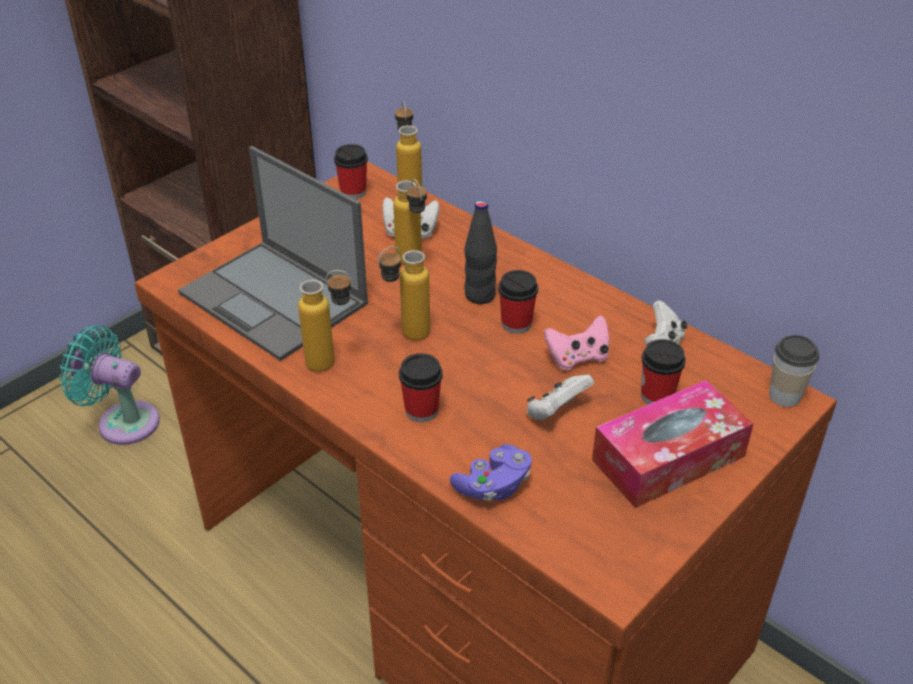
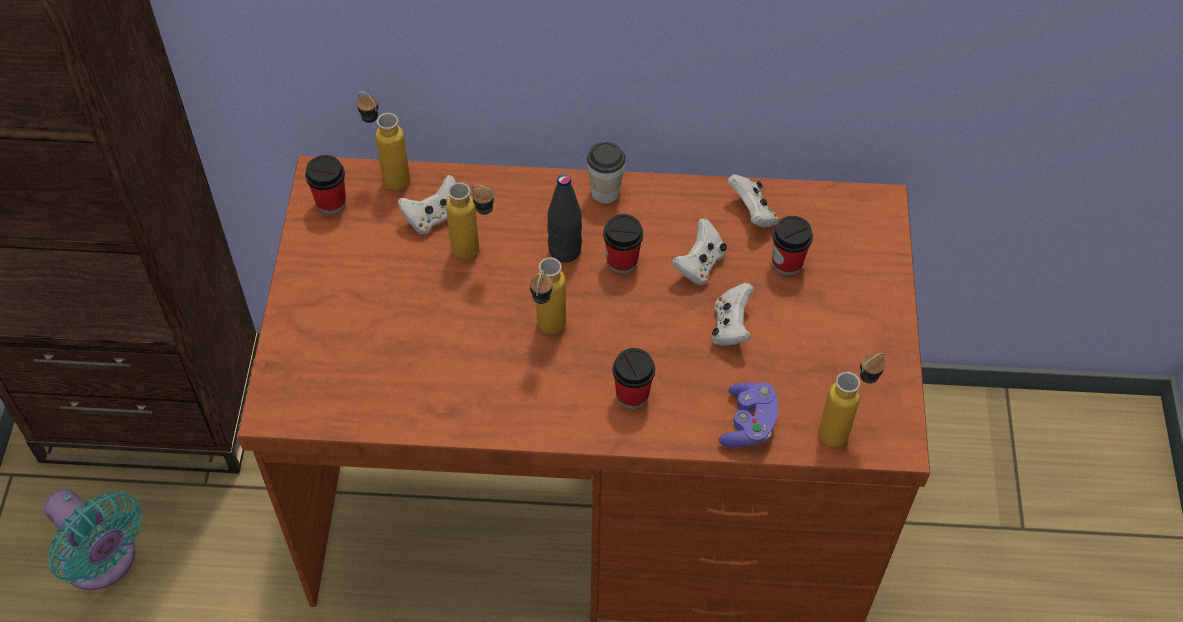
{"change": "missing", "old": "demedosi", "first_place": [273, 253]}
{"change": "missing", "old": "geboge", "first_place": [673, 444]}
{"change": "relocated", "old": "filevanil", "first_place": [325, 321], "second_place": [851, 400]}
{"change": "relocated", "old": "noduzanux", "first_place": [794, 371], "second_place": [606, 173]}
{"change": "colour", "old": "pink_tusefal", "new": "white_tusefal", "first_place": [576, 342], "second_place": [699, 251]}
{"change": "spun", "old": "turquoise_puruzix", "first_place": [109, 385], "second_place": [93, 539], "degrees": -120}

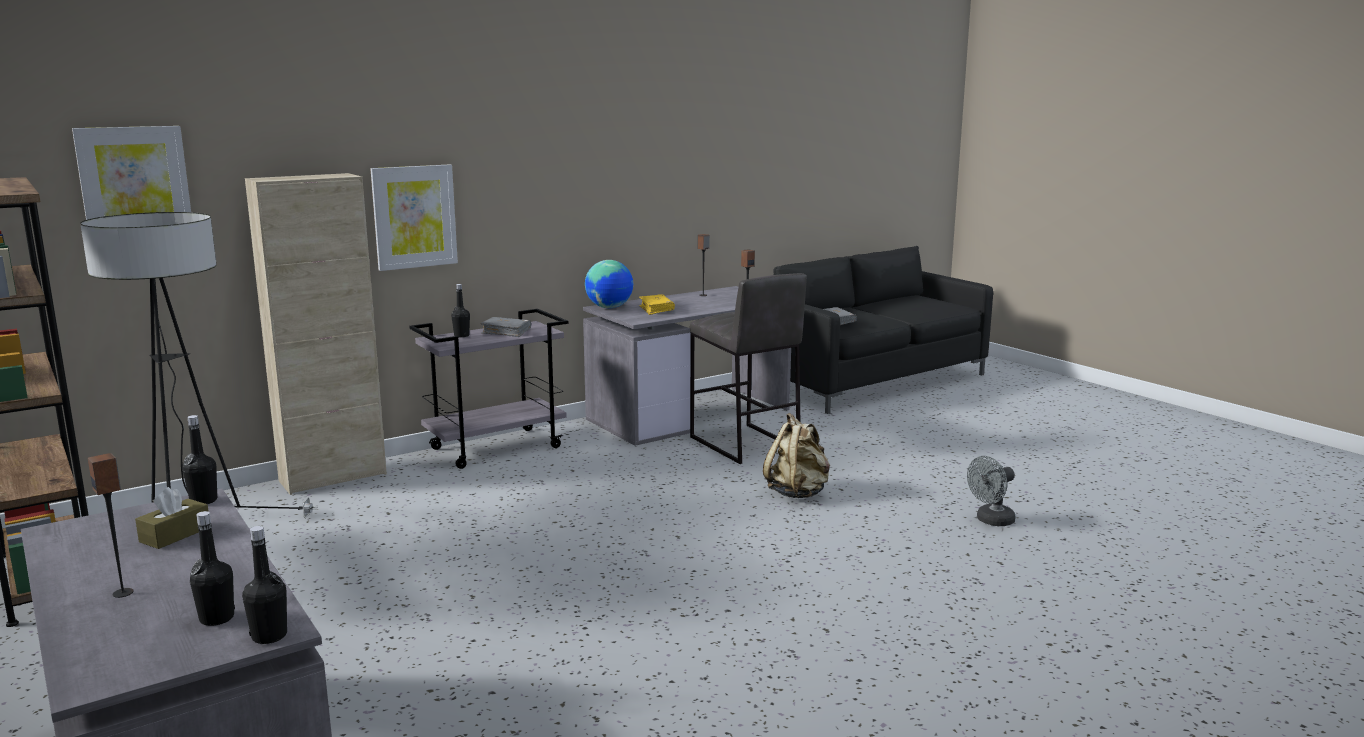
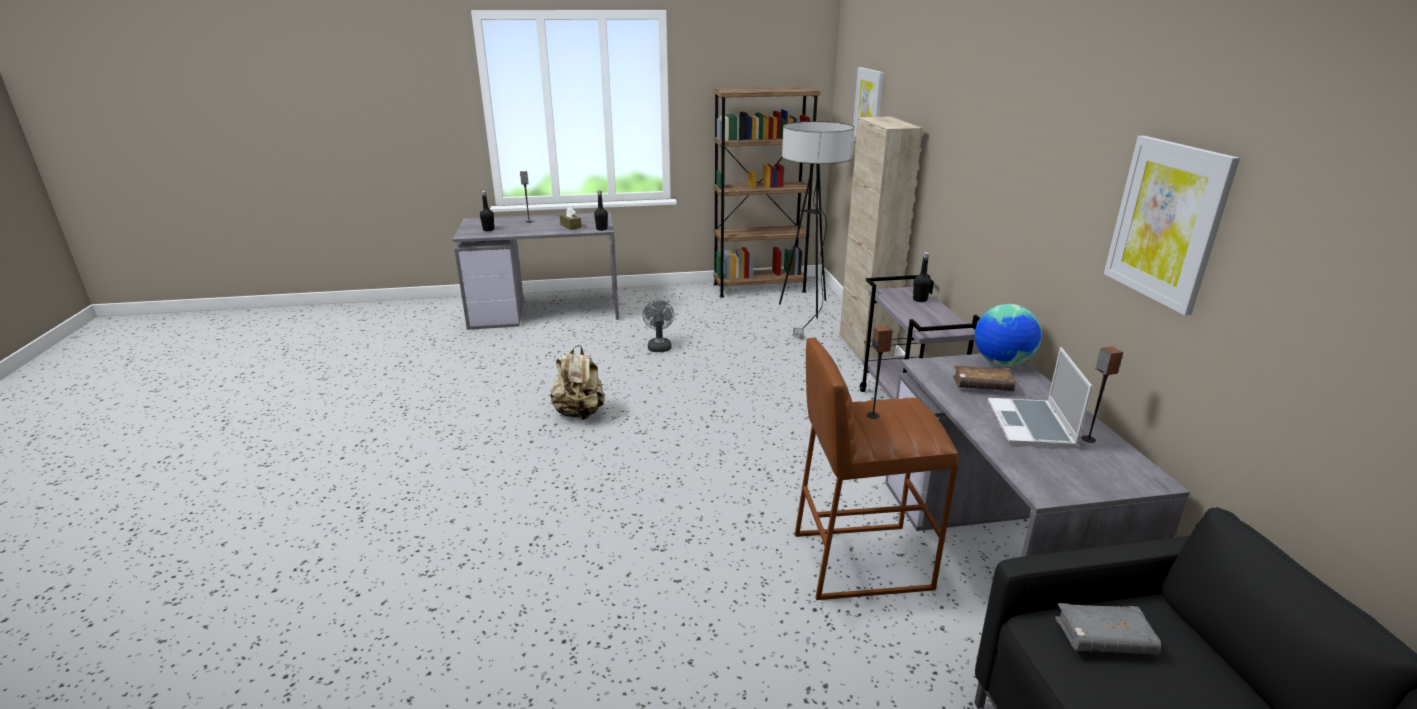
{"change": "missing", "old": "black_filevanil", "first_place": [264, 585]}
{"change": "missing", "old": "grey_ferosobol", "first_place": [505, 327]}
{"change": "appeared", "new": "demedosi", "second_place": [1040, 397]}
{"change": "relocated", "old": "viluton", "first_place": [414, 217], "second_place": [1172, 225]}
{"change": "relocated", "old": "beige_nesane", "first_place": [796, 455], "second_place": [577, 382]}
{"change": "relocated", "old": "grey_puruzix", "first_place": [991, 491], "second_place": [658, 326]}
{"change": "colour", "old": "yellow_ferosobol", "new": "brown_ferosobol", "first_place": [657, 304], "second_place": [984, 378]}
{"change": "colour", "old": "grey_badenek", "new": "brown_badenek", "first_place": [748, 368], "second_place": [877, 469]}

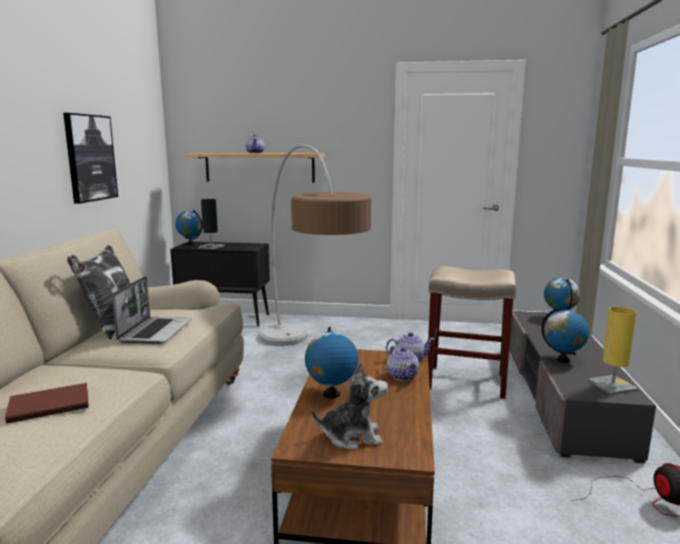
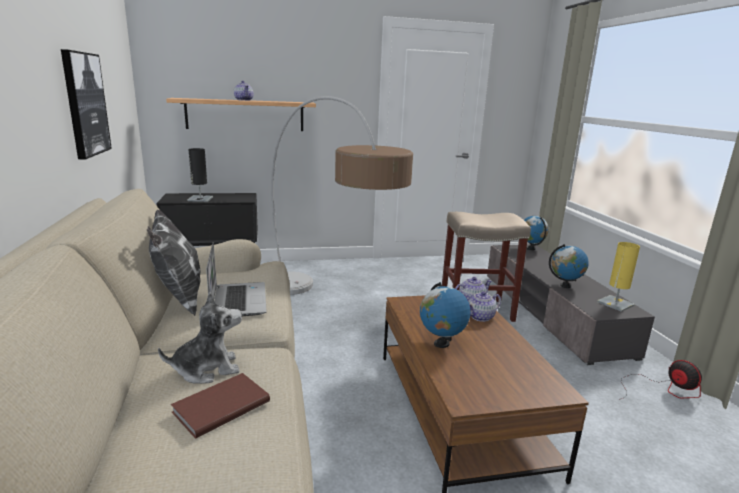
{"change": "missing", "old": "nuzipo", "first_place": [189, 227]}
{"change": "relocated", "old": "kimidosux", "first_place": [349, 405], "second_place": [200, 338]}
{"change": "spun", "old": "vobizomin", "first_place": [403, 363], "second_place": [484, 306], "degrees": 105}

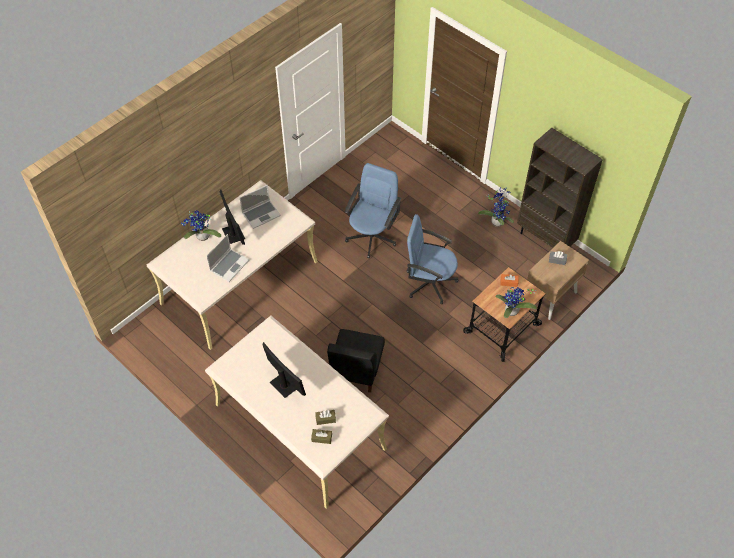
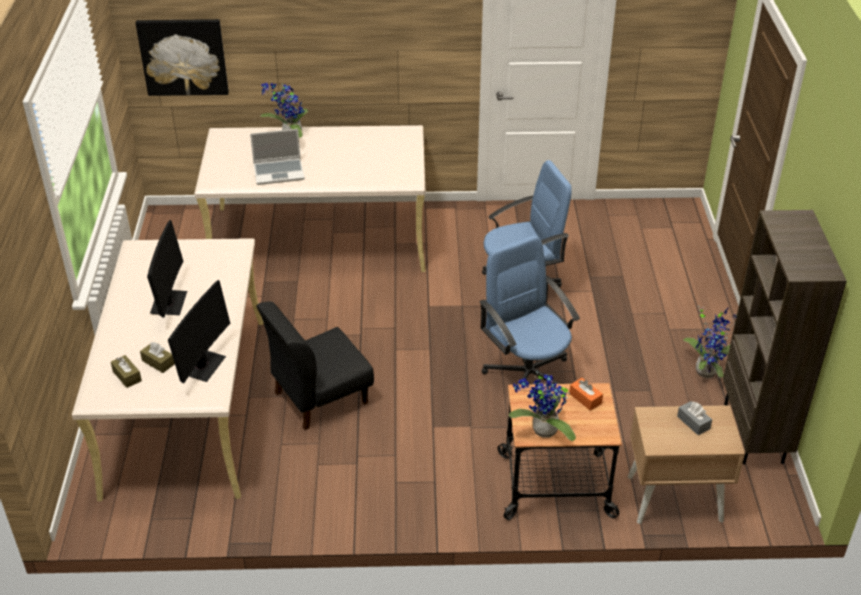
{"change": "missing", "old": "demedosi", "first_place": [260, 207]}
{"change": "appeared", "new": "viluton", "second_place": [182, 57]}
{"change": "relocated", "old": "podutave", "first_place": [232, 217], "second_place": [199, 331]}

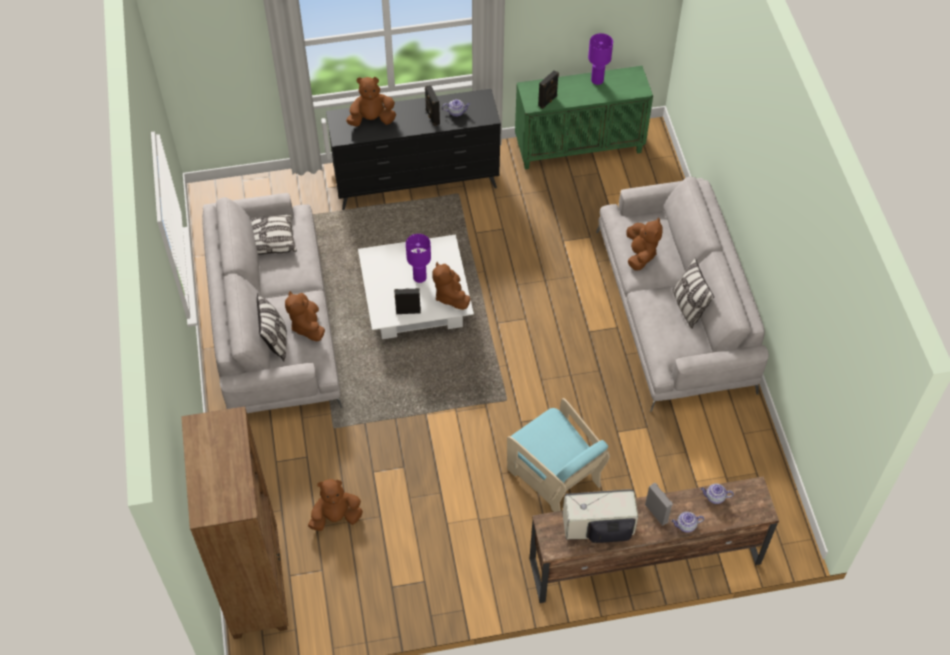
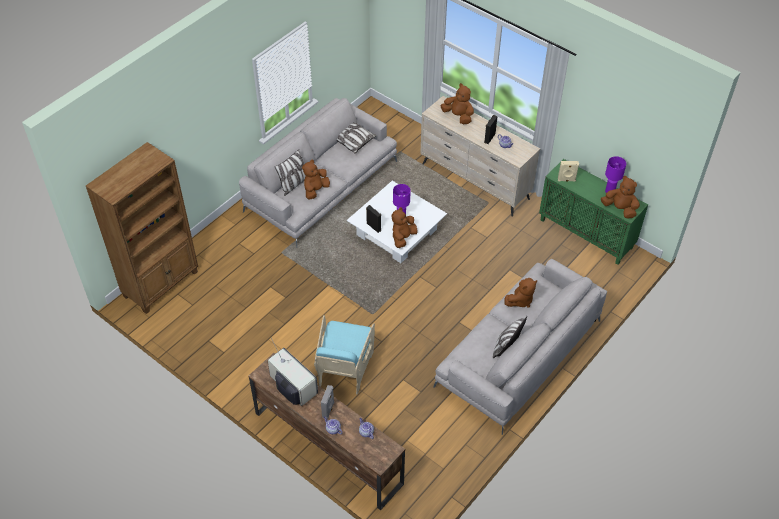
{"change": "relocated", "old": "brown_kimidosux", "first_place": [335, 505], "second_place": [620, 197]}
{"change": "colour", "old": "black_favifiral", "new": "beige_favifiral", "first_place": [413, 149], "second_place": [480, 156]}
{"change": "colour", "old": "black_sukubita", "new": "beige_sukubita", "first_place": [548, 89], "second_place": [568, 171]}

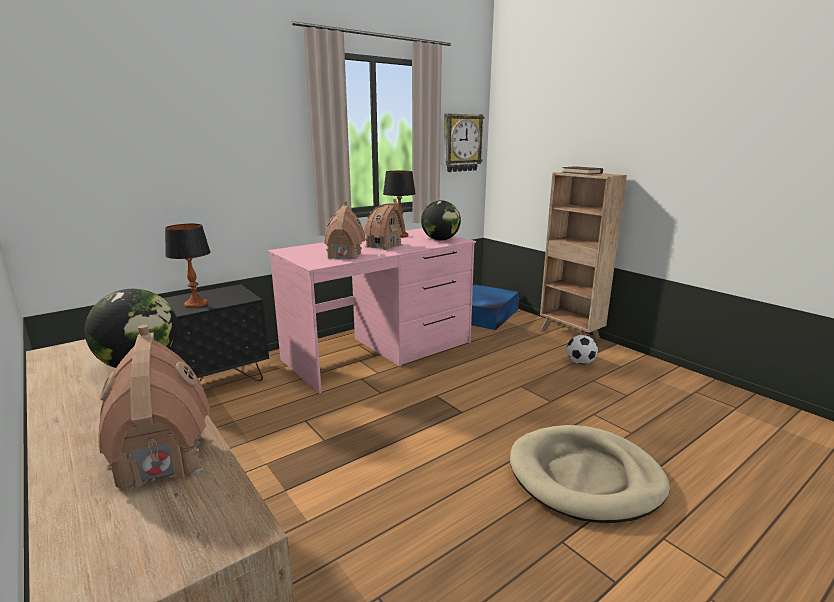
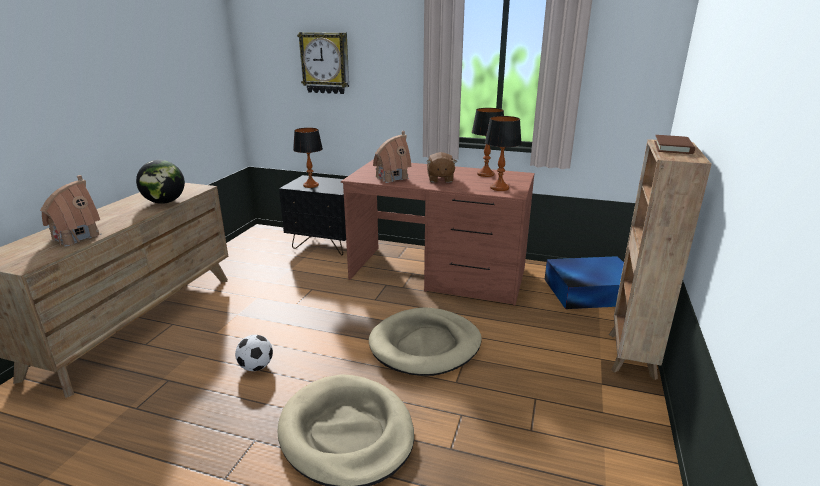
{"change": "appeared", "new": "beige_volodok", "second_place": [425, 342]}
{"change": "relocated", "old": "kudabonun", "first_place": [464, 143], "second_place": [323, 63]}
{"change": "relocated", "old": "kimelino", "first_place": [582, 349], "second_place": [254, 353]}
{"change": "exchanged", "old": "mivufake", "new": "brown_kimidosux", "first_place": [384, 224], "second_place": [441, 167]}
{"change": "exchanged", "old": "nuzipo", "new": "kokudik", "first_place": [441, 221], "second_place": [503, 153]}
{"change": "colour", "old": "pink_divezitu", "new": "brown_divezitu", "first_place": [372, 311], "second_place": [438, 233]}

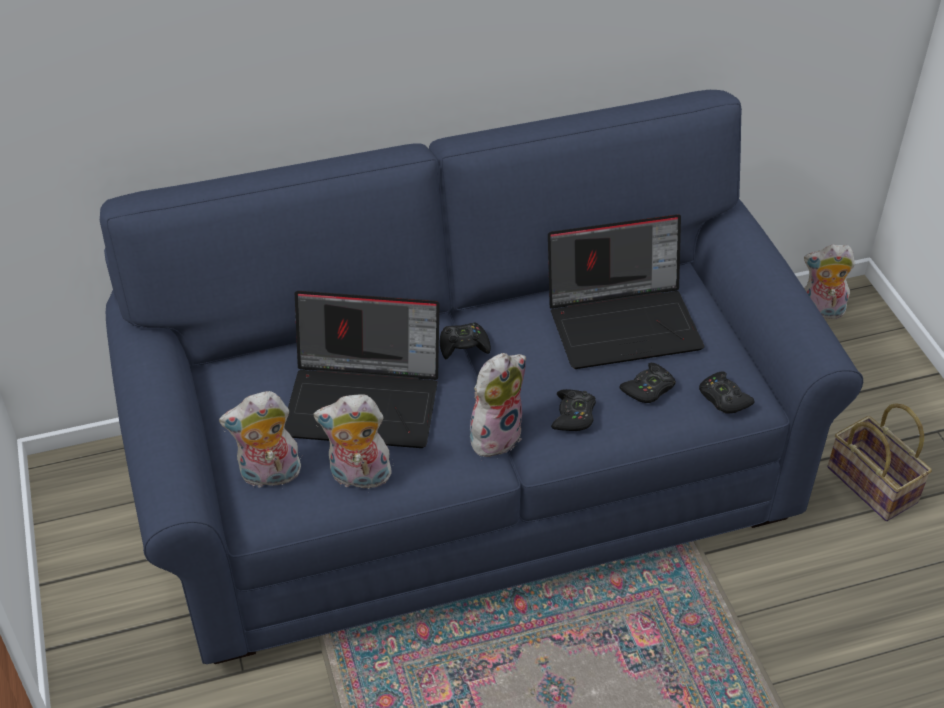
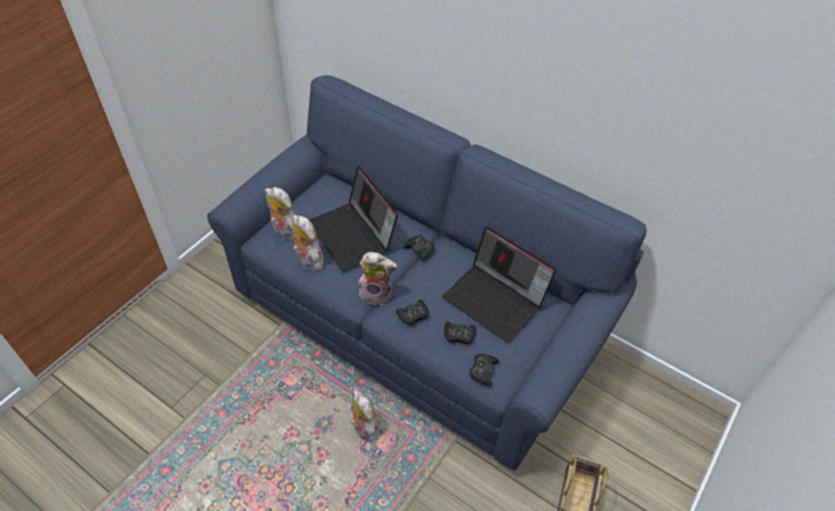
{"change": "relocated", "old": "kimidosux", "first_place": [829, 281], "second_place": [364, 415]}

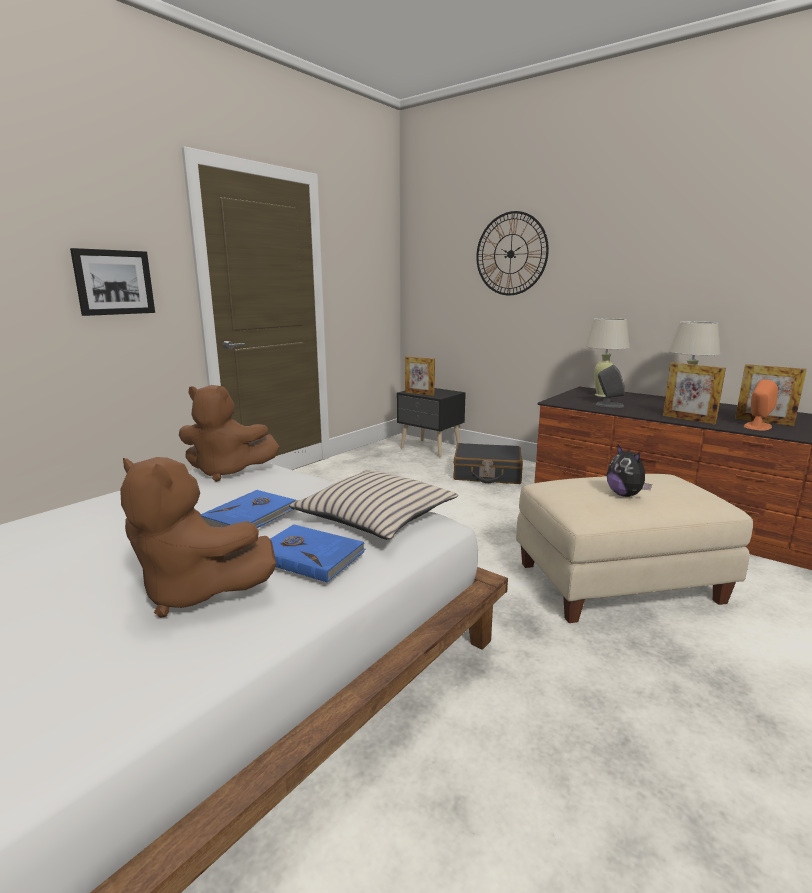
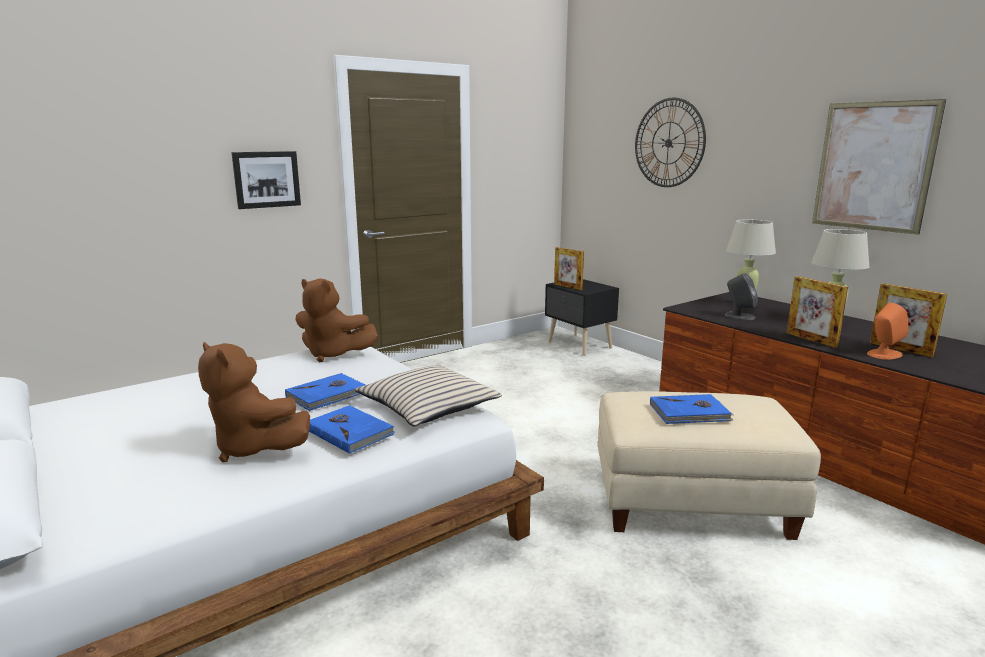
{"change": "missing", "old": "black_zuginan", "first_place": [488, 463]}
{"change": "appeared", "new": "viluton", "second_place": [879, 167]}
{"change": "exchanged", "old": "kimidosux", "new": "blue_ferosobol", "first_place": [629, 471], "second_place": [692, 409]}

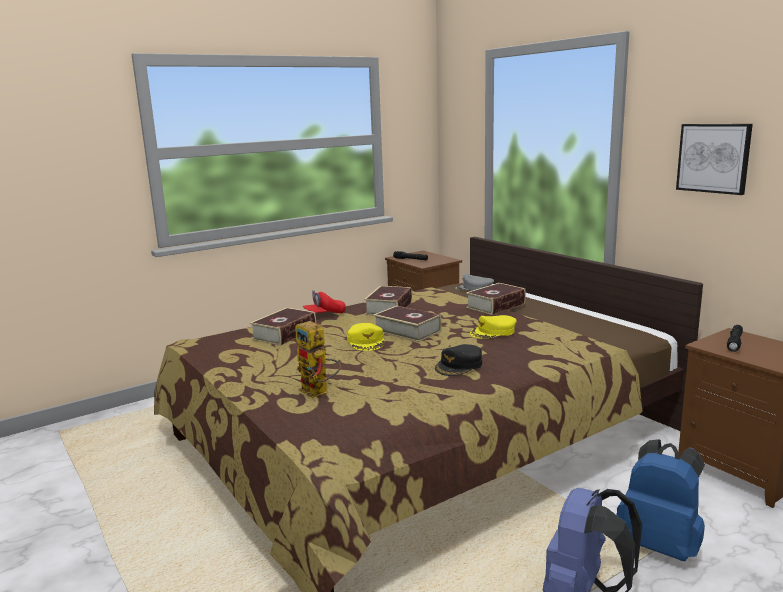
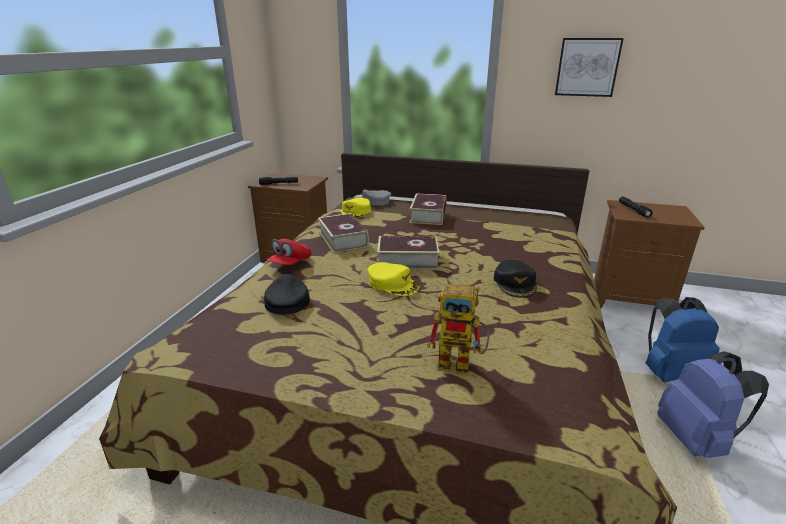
{"change": "relocated", "old": "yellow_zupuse", "first_place": [493, 327], "second_place": [355, 208]}
{"change": "exchanged", "old": "ferosobol", "new": "black_zupuse", "first_place": [283, 327], "second_place": [287, 294]}

